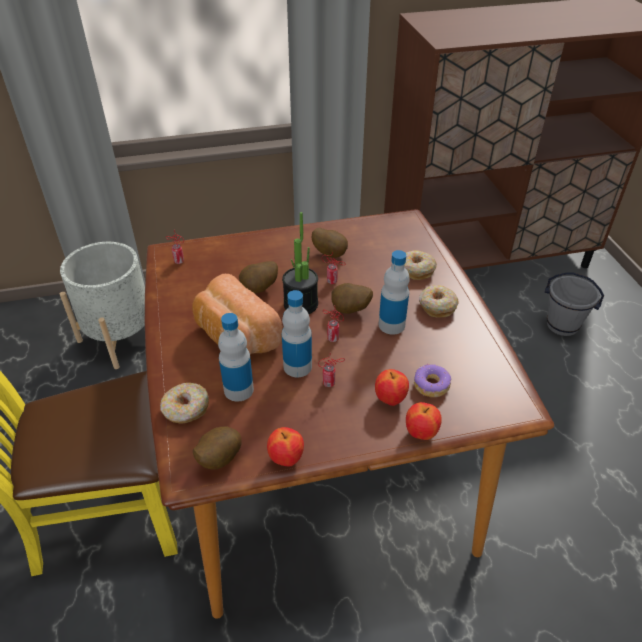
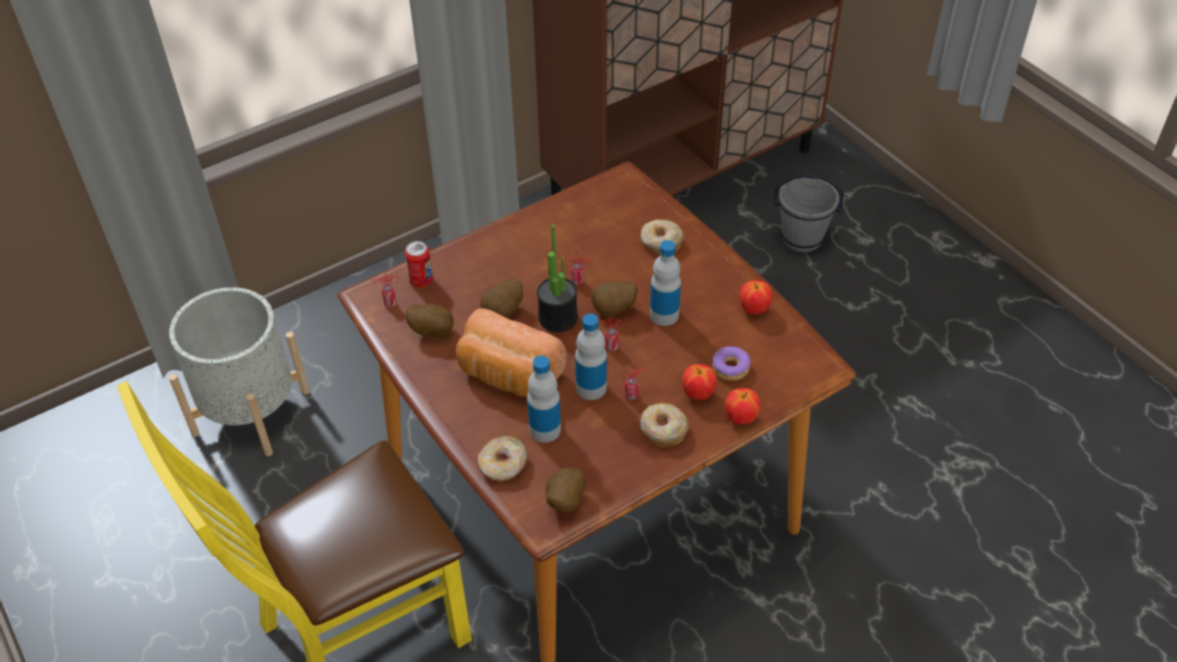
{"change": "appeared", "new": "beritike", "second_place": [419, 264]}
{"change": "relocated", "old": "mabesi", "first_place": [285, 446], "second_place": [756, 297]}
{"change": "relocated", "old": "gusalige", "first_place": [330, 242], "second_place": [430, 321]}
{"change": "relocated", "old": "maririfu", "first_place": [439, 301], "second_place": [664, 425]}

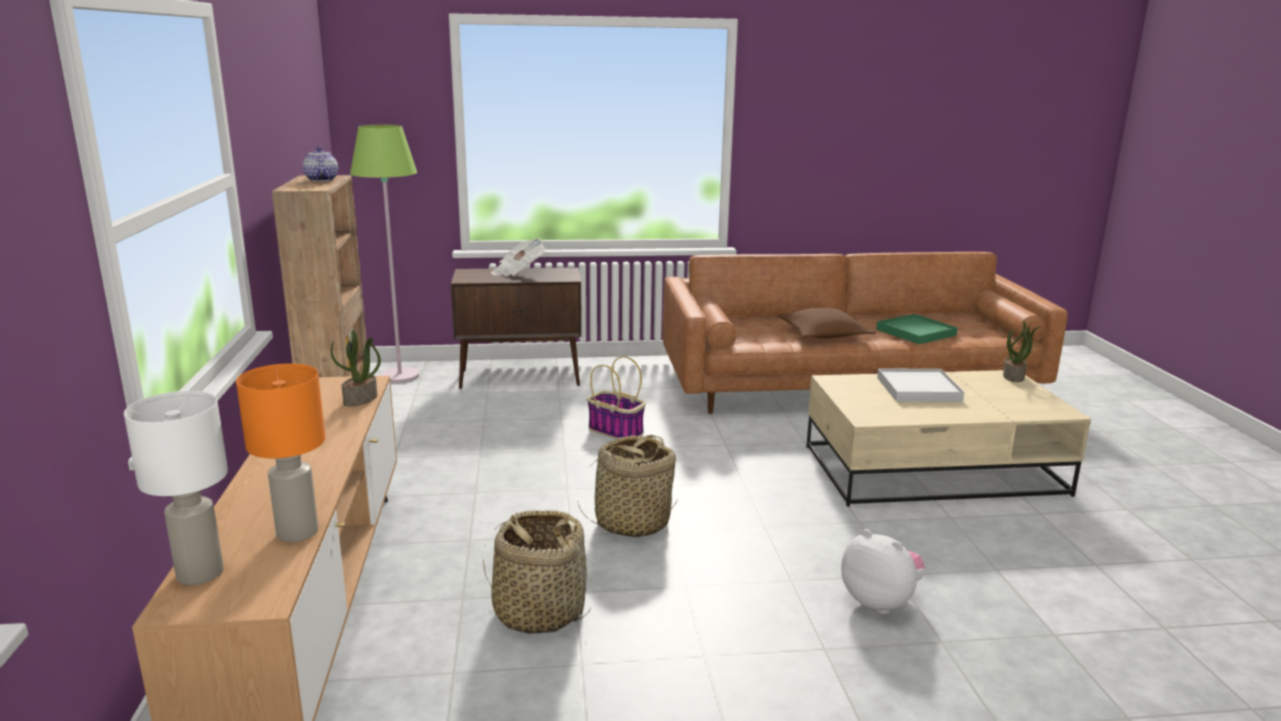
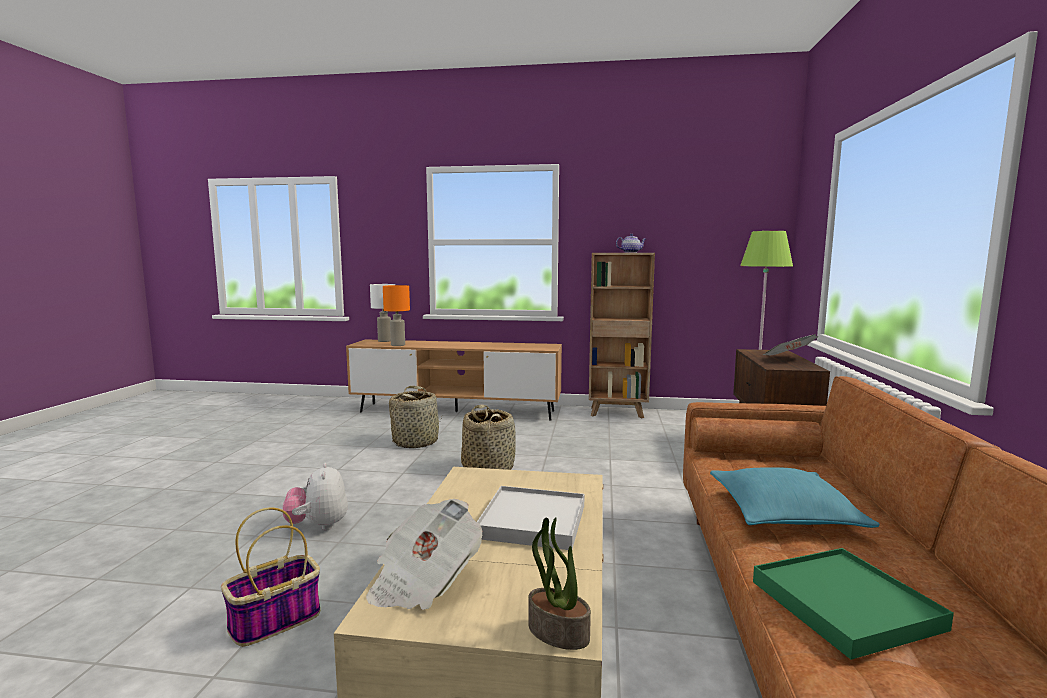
{"change": "missing", "old": "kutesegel", "first_place": [356, 368]}
{"change": "appeared", "new": "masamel", "second_place": [424, 554]}
{"change": "relocated", "old": "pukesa", "first_place": [616, 397], "second_place": [270, 577]}
{"change": "colour", "old": "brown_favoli", "new": "turquoise_favoli", "first_place": [826, 323], "second_place": [795, 498]}
{"change": "spun", "old": "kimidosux", "first_place": [883, 571], "second_place": [315, 496], "degrees": 105}

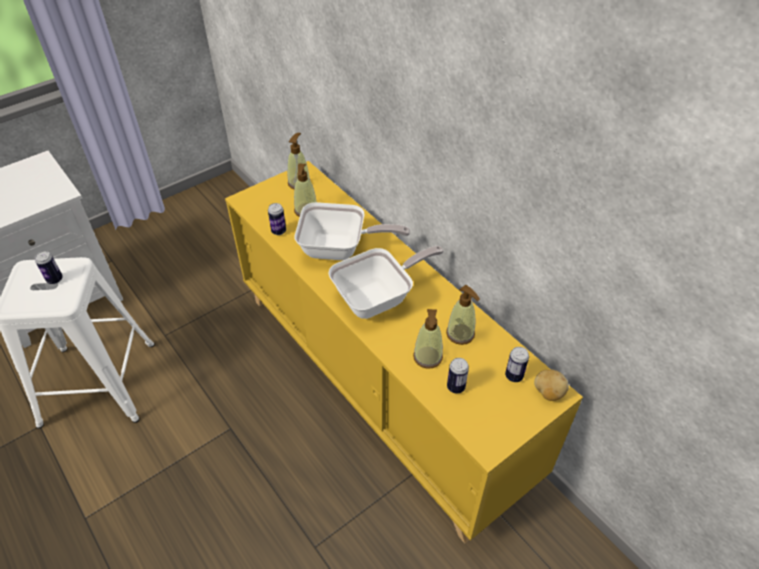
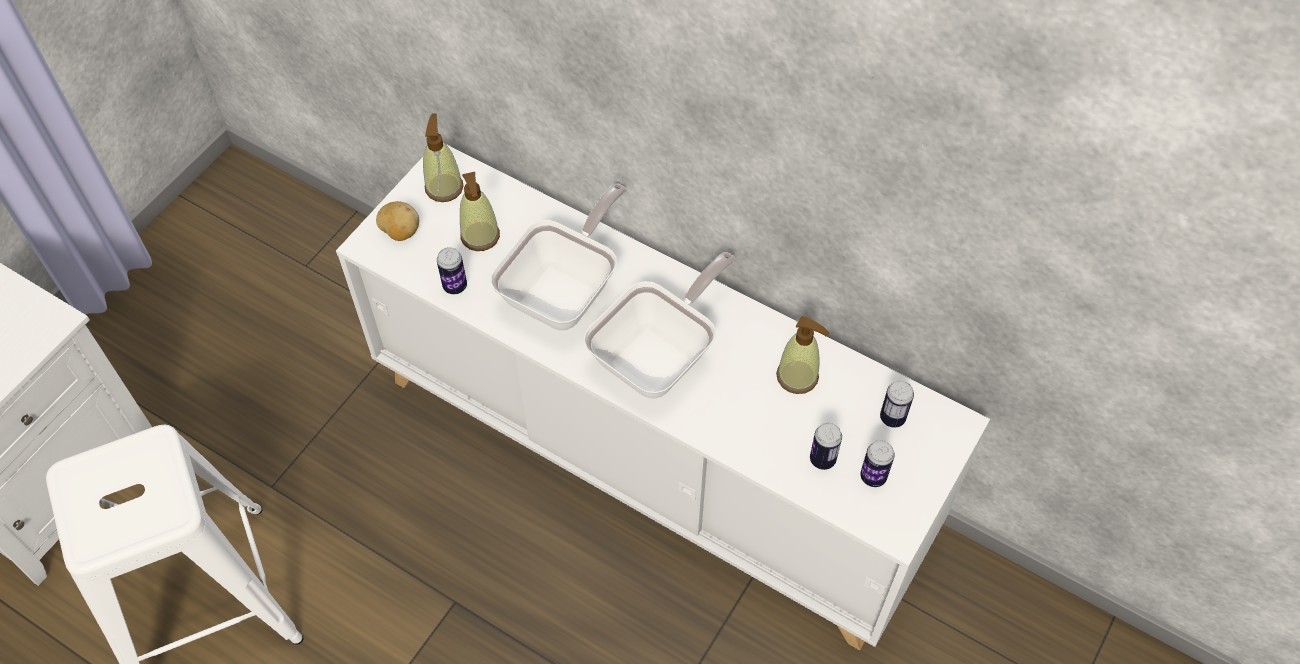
{"change": "missing", "old": "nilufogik", "first_place": [428, 339]}
{"change": "relocated", "old": "beritike", "first_place": [49, 267], "second_place": [877, 463]}
{"change": "relocated", "old": "gusalige", "first_place": [551, 385], "second_place": [397, 221]}
{"change": "colour", "old": "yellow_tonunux", "new": "white_tonunux", "first_place": [404, 352], "second_place": [663, 397]}
{"change": "spun", "old": "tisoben", "first_place": [352, 231], "second_place": [558, 256], "degrees": -45}

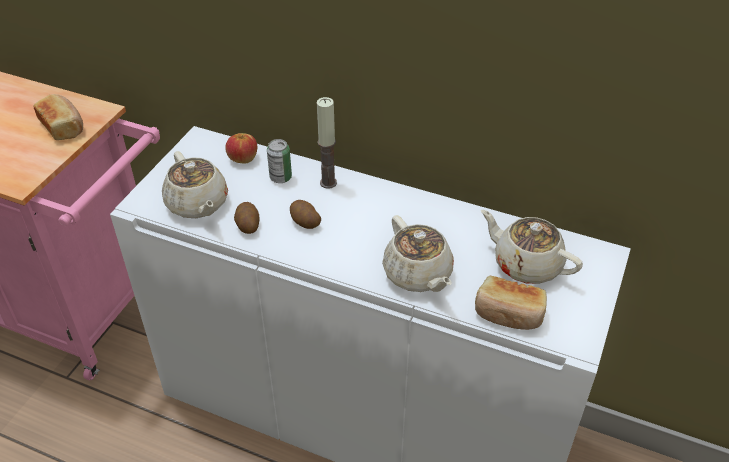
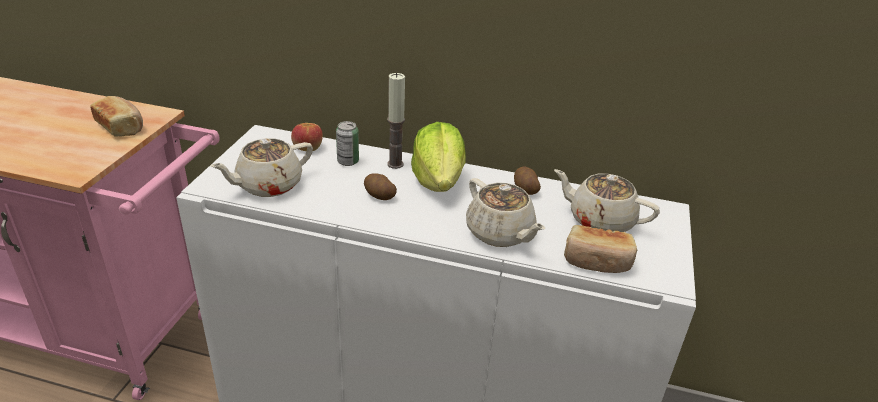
{"change": "appeared", "new": "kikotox", "second_place": [438, 157]}
{"change": "relocated", "old": "gusalige", "first_place": [247, 218], "second_place": [527, 180]}
{"change": "spun", "old": "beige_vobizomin", "first_place": [195, 184], "second_place": [261, 167], "degrees": 90}

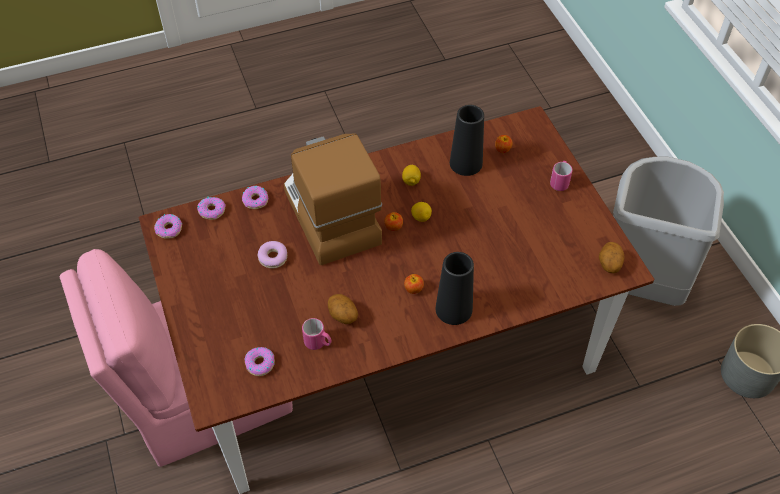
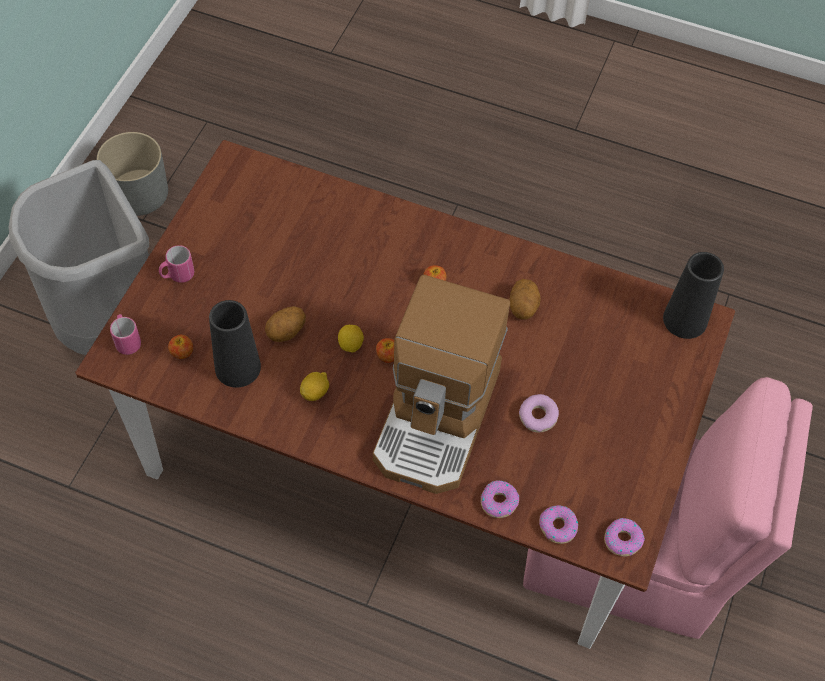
{"change": "missing", "old": "maririfu", "first_place": [259, 361]}
{"change": "relocated", "old": "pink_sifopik", "first_place": [316, 334], "second_place": [125, 334]}
{"change": "relocated", "old": "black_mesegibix", "first_place": [455, 288], "second_place": [693, 295]}
{"change": "relocated", "old": "gusalige", "first_place": [612, 257], "second_place": [285, 324]}

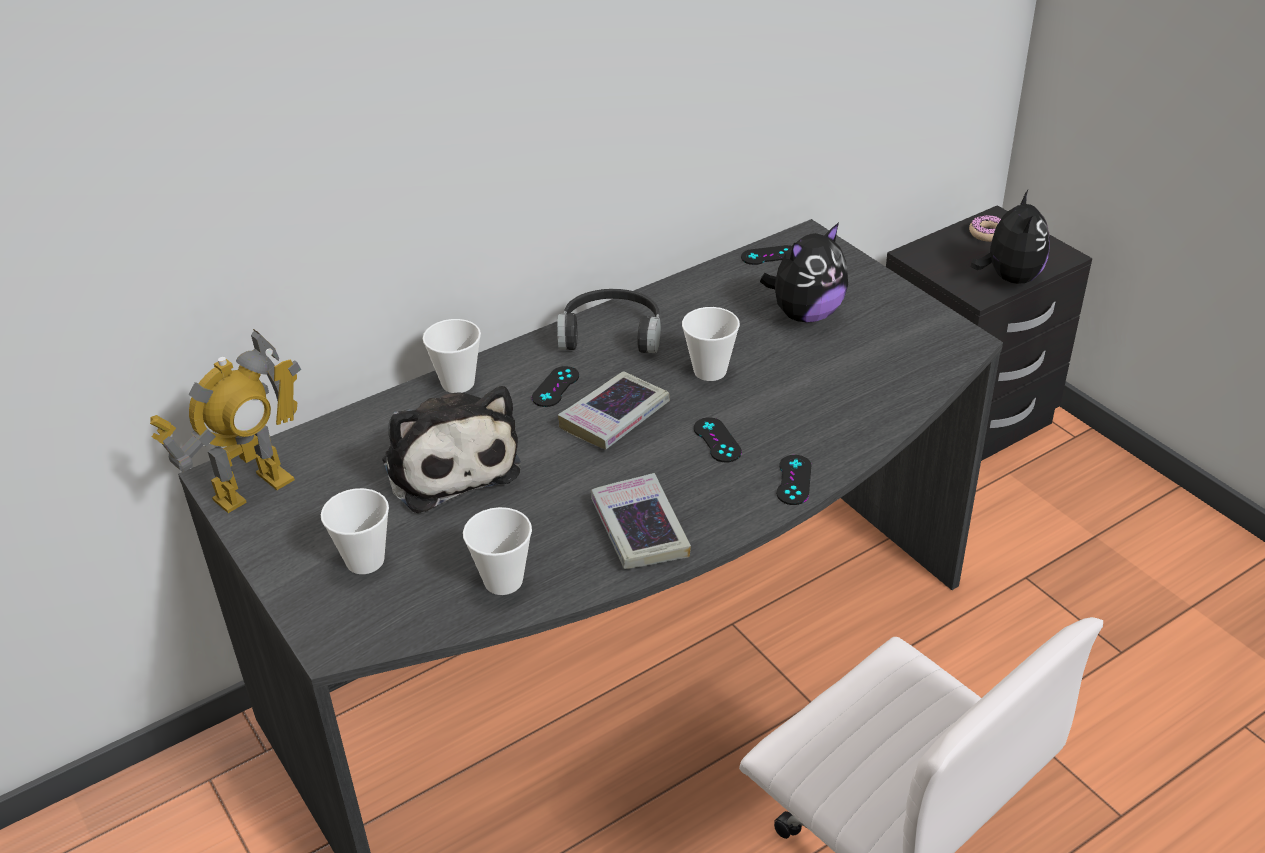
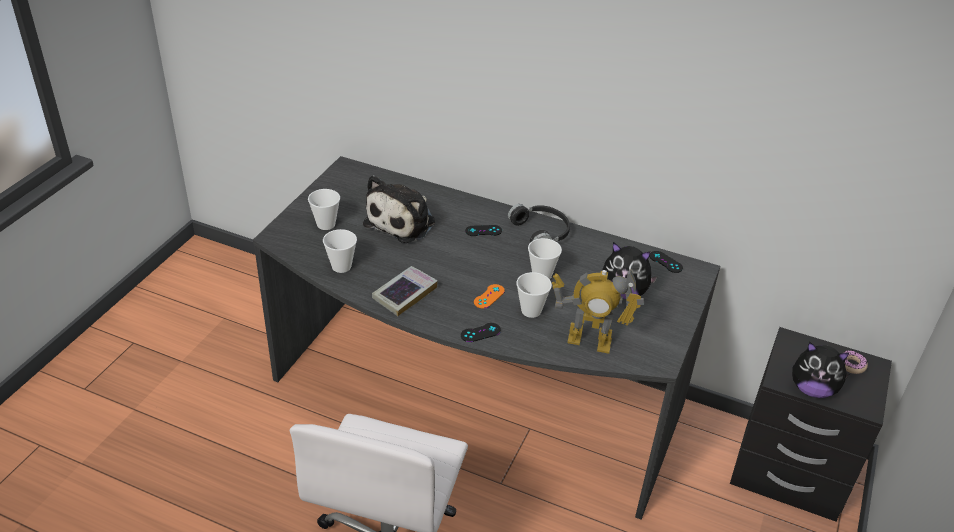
{"change": "missing", "old": "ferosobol", "first_place": [614, 410]}
{"change": "relocated", "old": "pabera", "first_place": [225, 421], "second_place": [598, 312]}
{"change": "relocated", "old": "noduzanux", "first_place": [452, 356], "second_place": [534, 295]}
{"change": "colour", "old": "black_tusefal", "new": "orange_tusefal", "first_place": [718, 439], "second_place": [489, 296]}
{"change": "spun", "old": "kimidosux", "first_place": [1010, 237], "second_place": [821, 370], "degrees": 45}

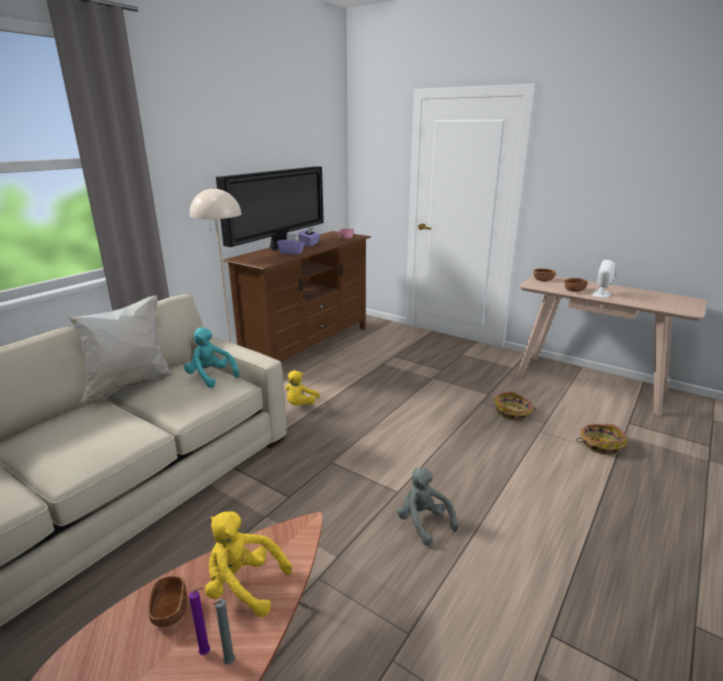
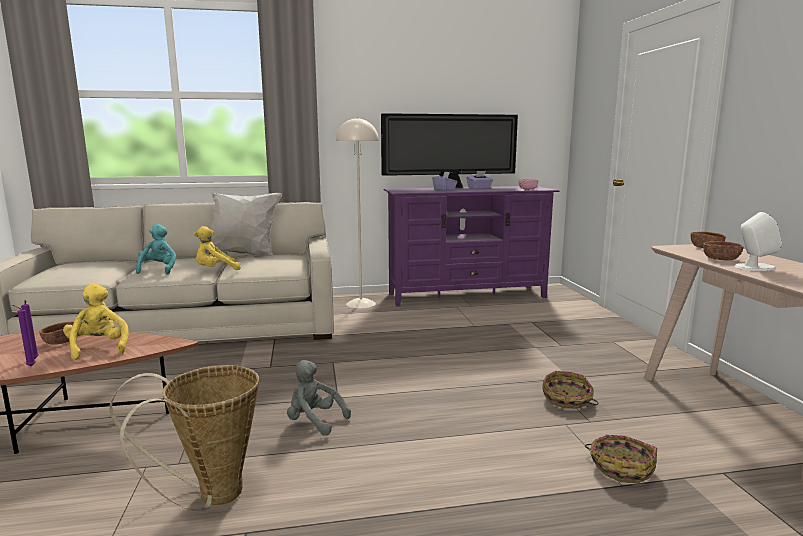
{"change": "appeared", "new": "pukesa", "second_place": [184, 438]}
{"change": "relocated", "old": "turquoise_kimidosux", "first_place": [211, 357], "second_place": [156, 249]}
{"change": "relocated", "old": "yellow_kimidosux", "first_place": [302, 387], "second_place": [217, 248]}
{"change": "colour", "old": "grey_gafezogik", "new": "purple_gafezogik", "first_place": [224, 631], "second_place": [24, 335]}
{"change": "colour", "old": "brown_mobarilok", "new": "purple_mobarilok", "first_place": [297, 296], "second_place": [471, 246]}
{"change": "spun", "old": "grey_kimidosux", "first_place": [427, 506], "second_place": [319, 397], "degrees": -75}

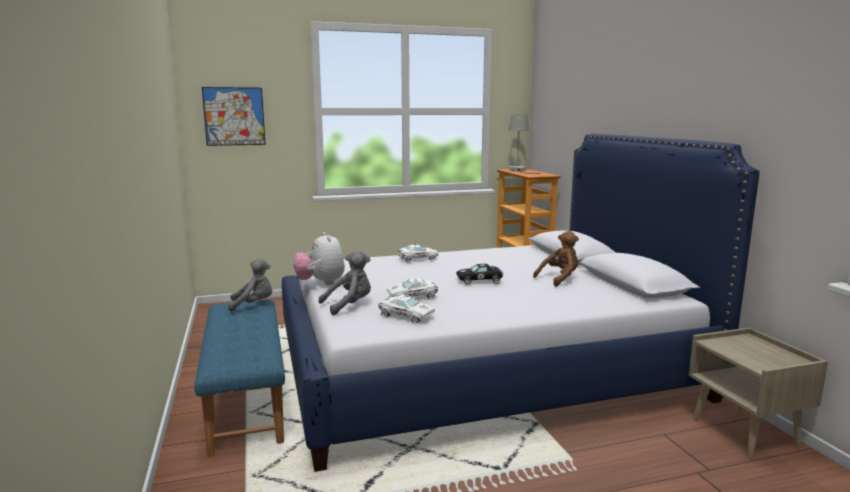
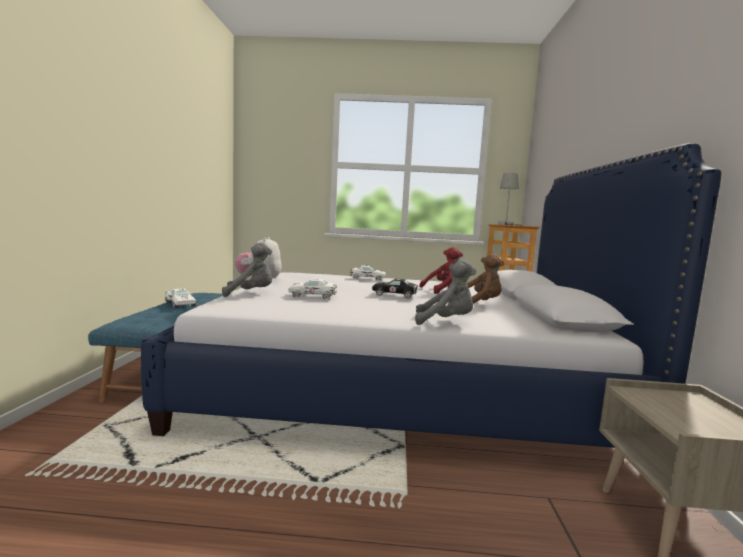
{"change": "missing", "old": "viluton", "first_place": [234, 116]}
{"change": "appeared", "new": "red_kimidosux", "second_place": [441, 270]}
{"change": "relocated", "old": "grey_kimidosux", "first_place": [250, 285], "second_place": [445, 292]}
{"change": "relocated", "old": "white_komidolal", "first_place": [406, 309], "second_place": [180, 298]}

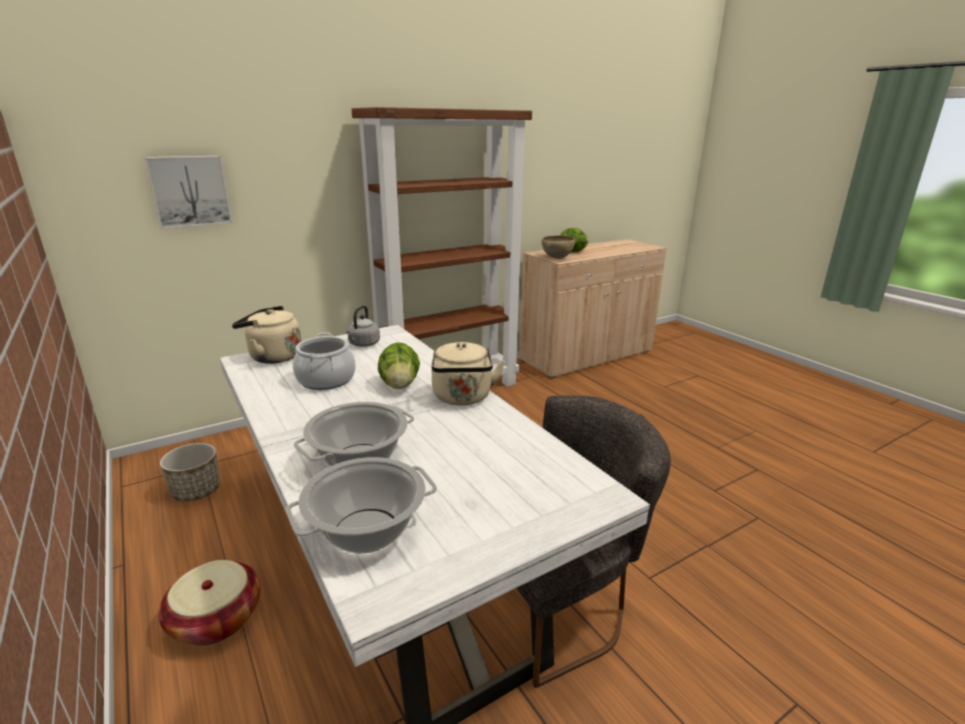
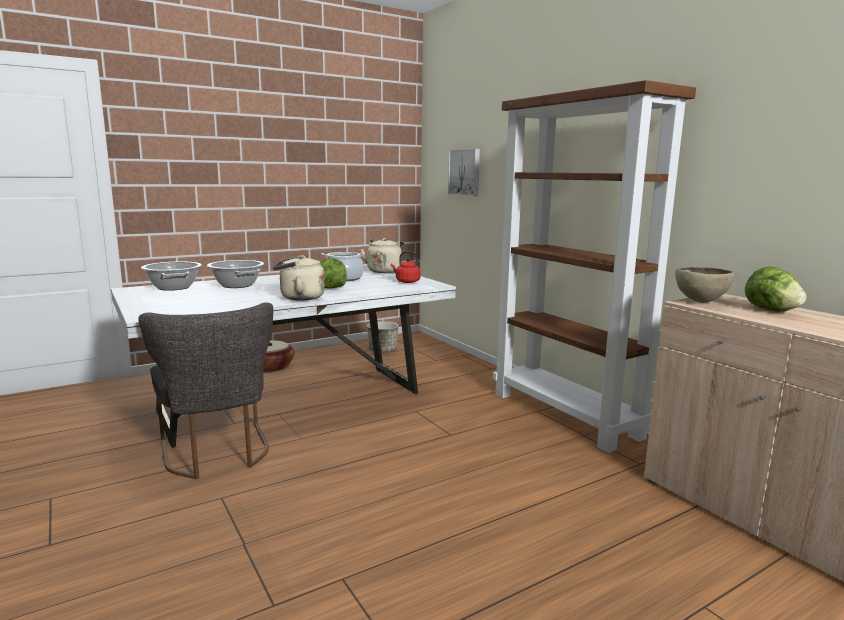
{"change": "colour", "old": "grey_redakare", "new": "red_redakare", "first_place": [363, 326], "second_place": [405, 267]}

